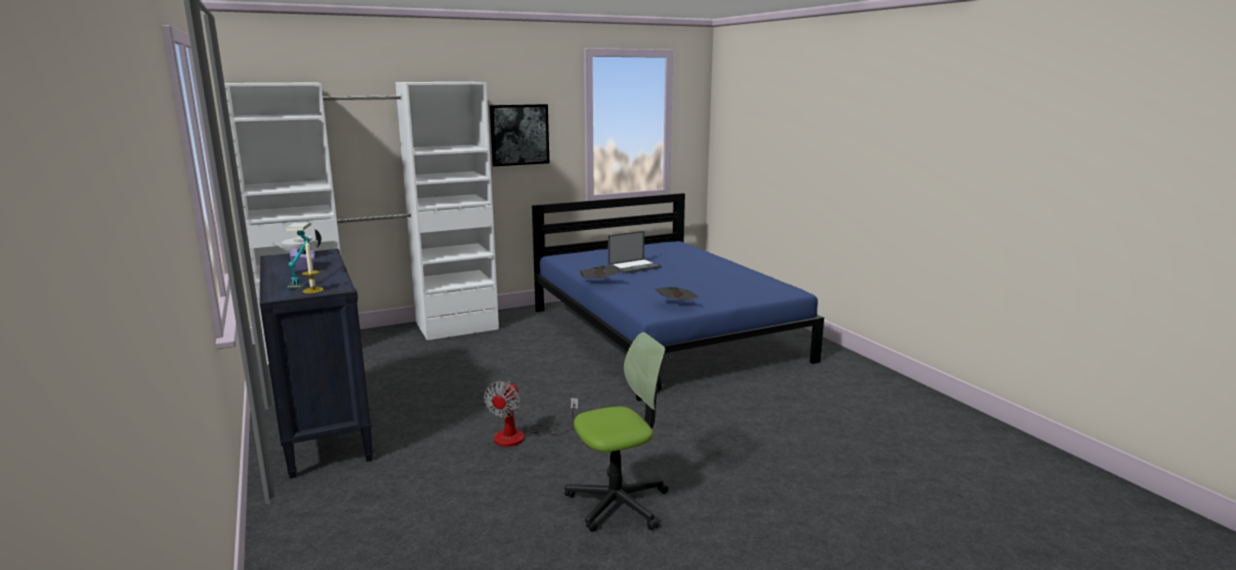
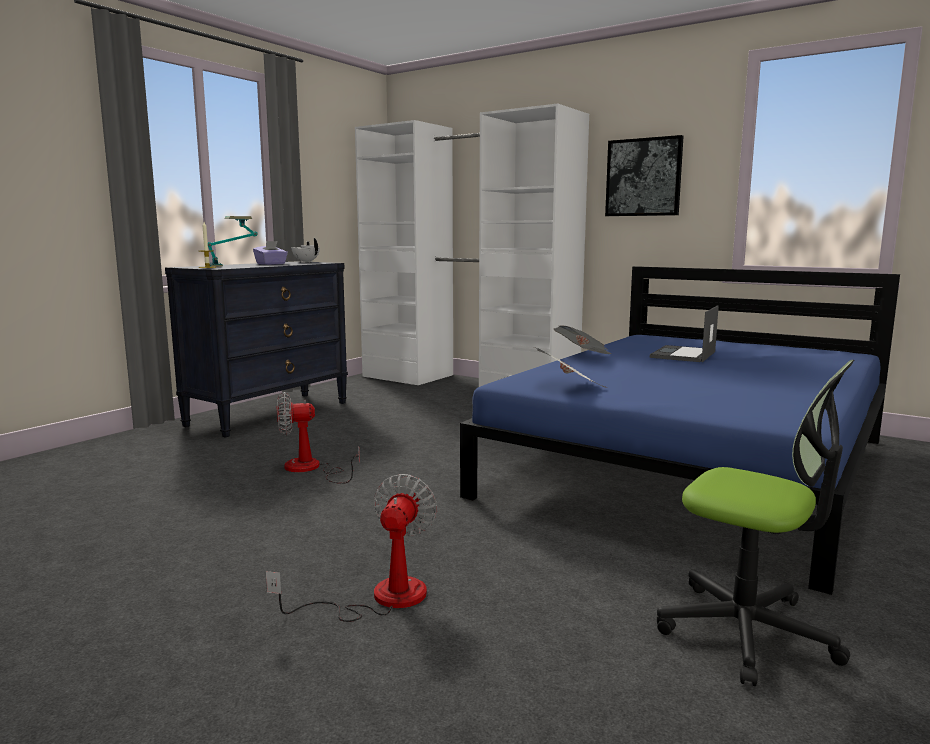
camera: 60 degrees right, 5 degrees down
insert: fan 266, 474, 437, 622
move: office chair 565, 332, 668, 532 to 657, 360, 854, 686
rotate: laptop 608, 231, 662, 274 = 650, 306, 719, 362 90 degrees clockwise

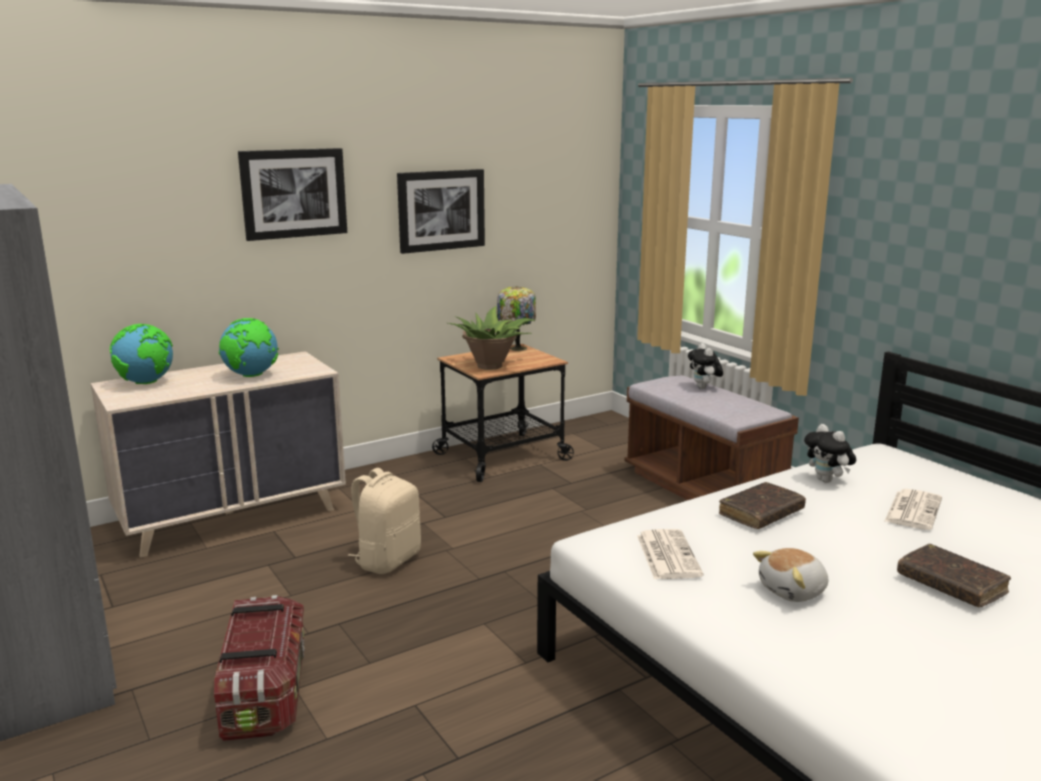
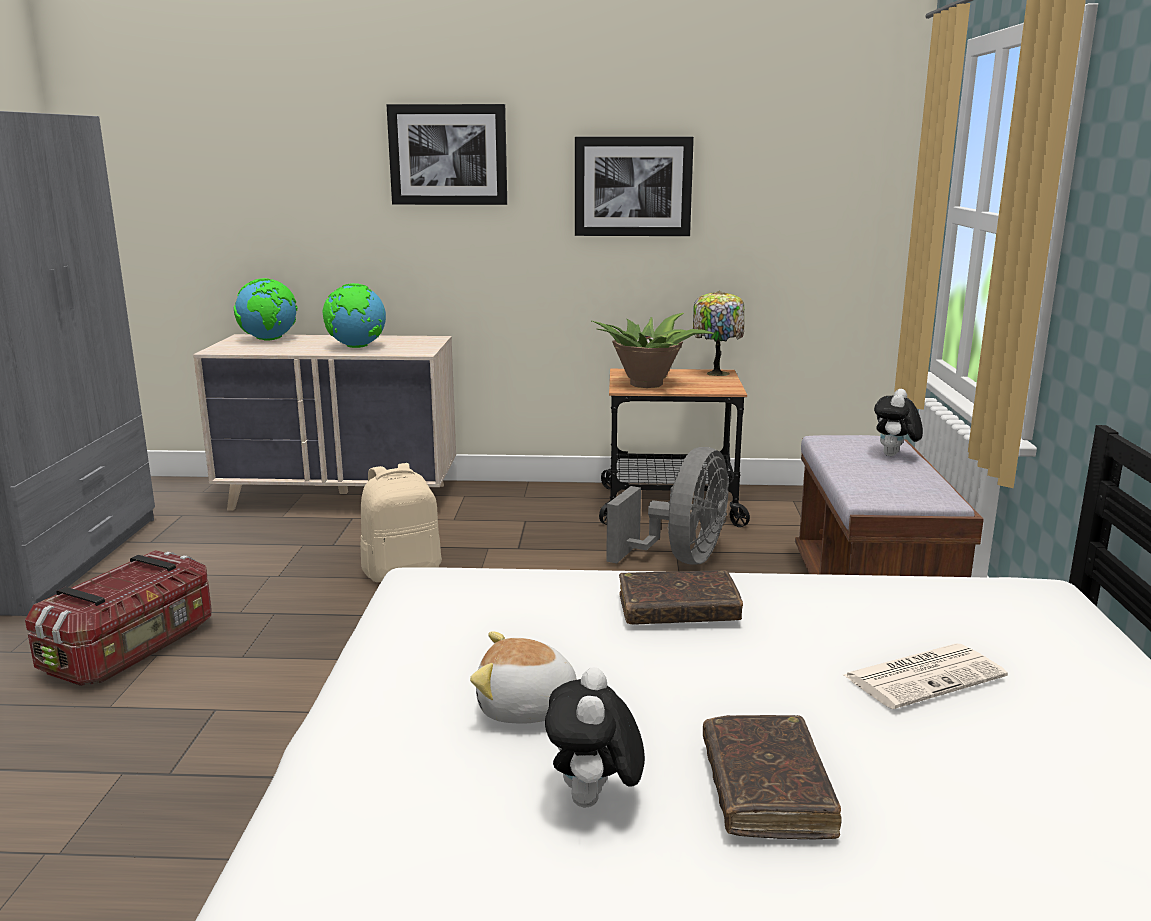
camera: 35 degrees right, 0 degrees up
delete: newspaper 637, 529, 704, 579
insert: grey fan 606, 447, 729, 565
move: plush toy 804, 424, 856, 483 to 545, 667, 645, 807

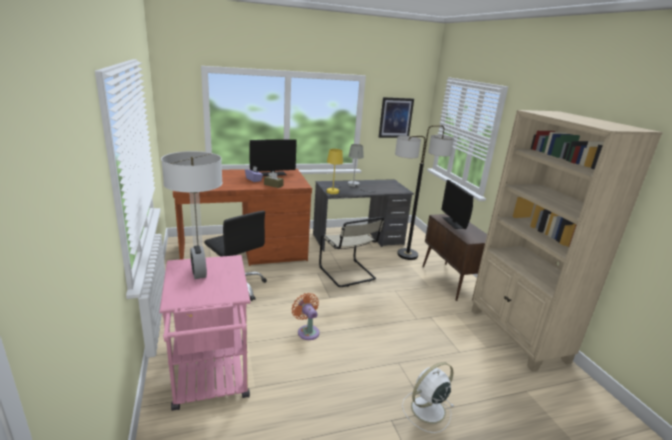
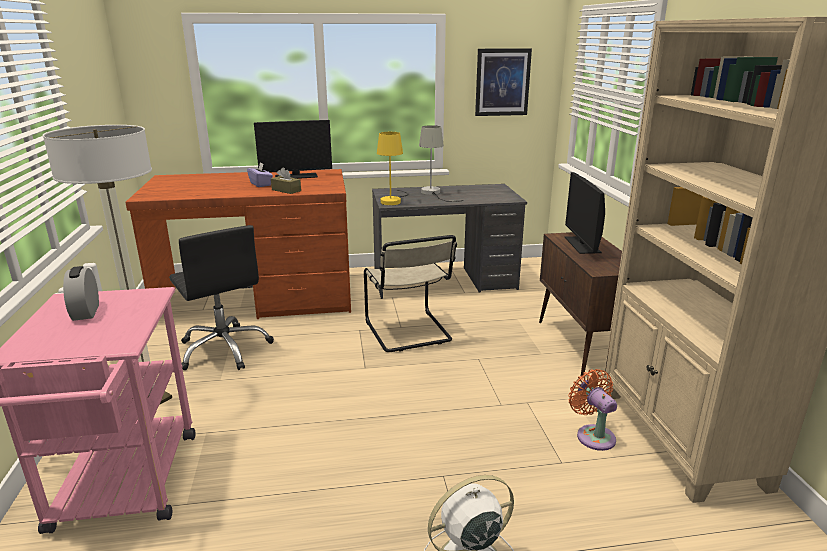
camera: 10 degrees right, 0 degrees up
delete: floor lamp 395, 125, 454, 260
move: orange fan 292, 293, 320, 340 to 568, 369, 617, 451

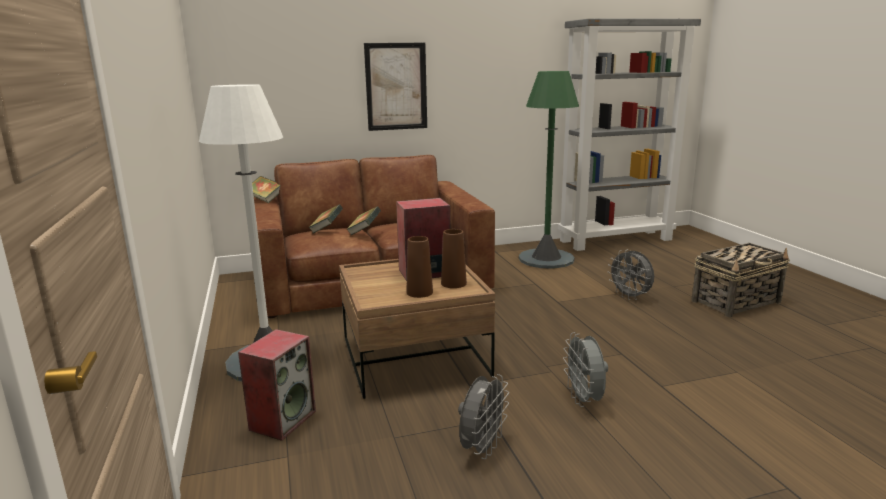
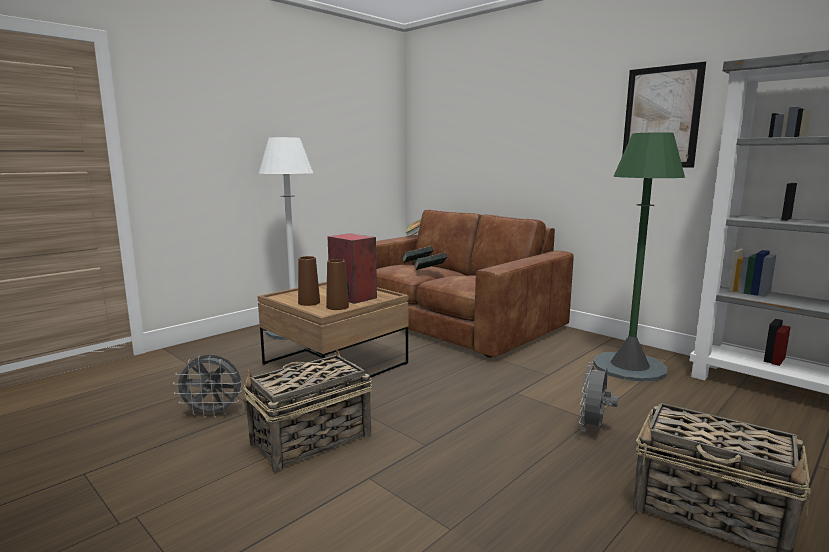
camera: 60 degrees right, 5 degrees down
delete: speaker 238, 329, 316, 441
move: picture 364, 43, 427, 131 to 622, 61, 706, 167
replace: grey fan 563, 332, 608, 407 to basket 243, 348, 372, 472

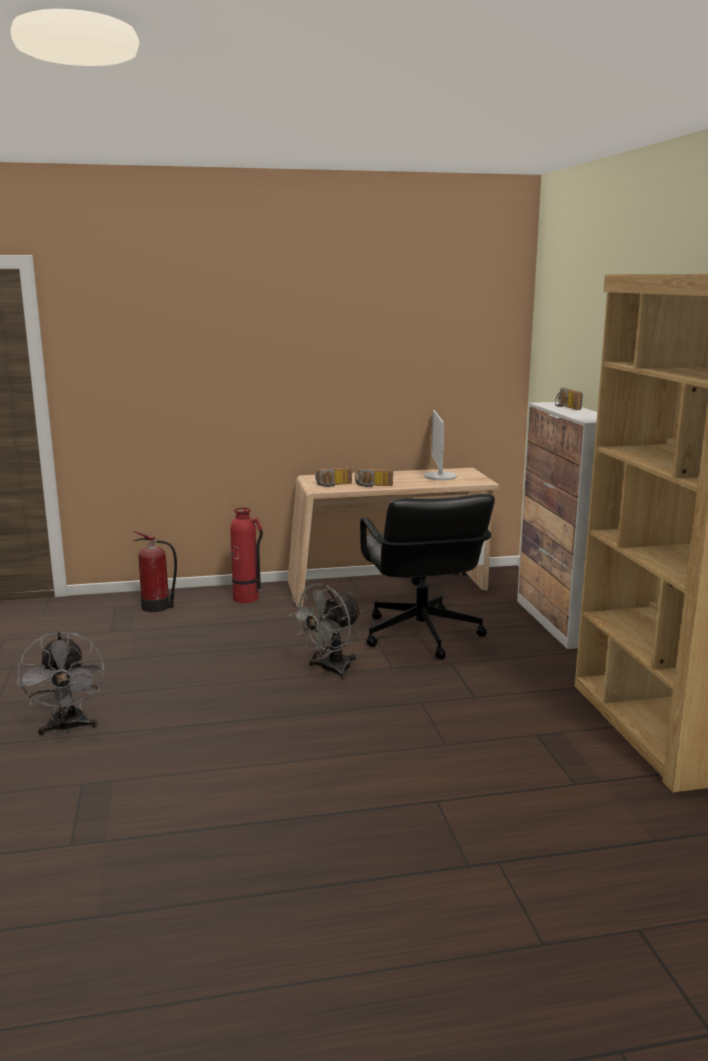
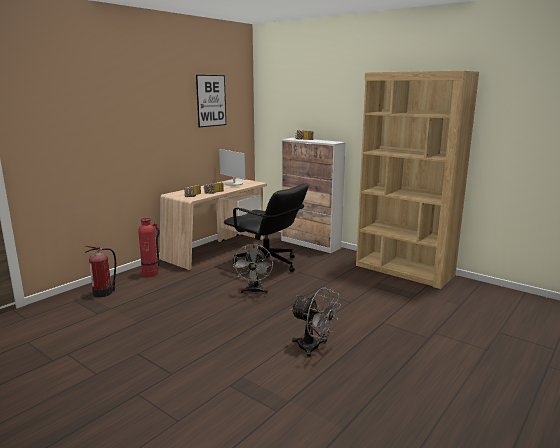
camera: 40 degrees left, 0 degrees up
insert: picture 196, 75, 226, 127
move: grey fan 17, 631, 104, 735 to 290, 287, 341, 357

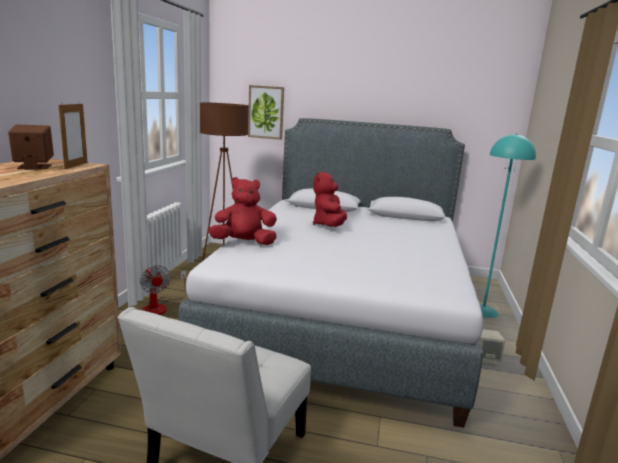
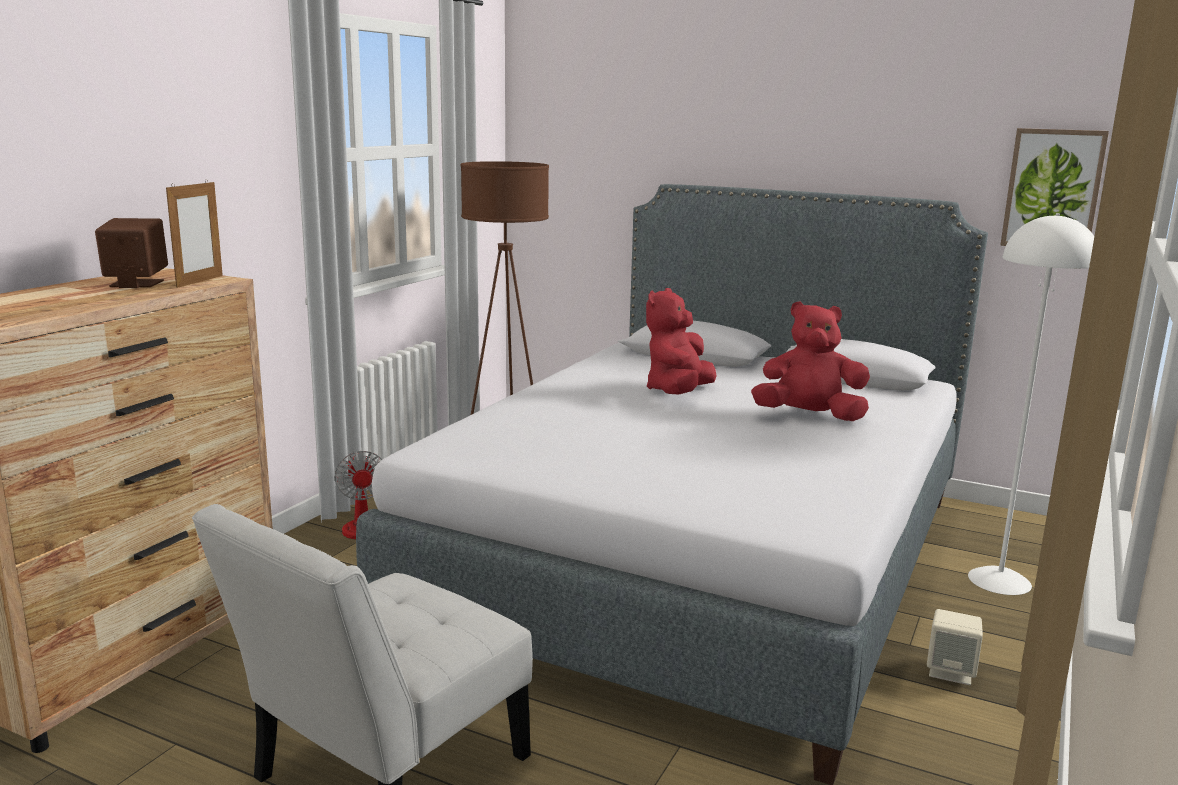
camera: 15 degrees right, 0 degrees up
move: red plush toy 208, 177, 277, 245 to 751, 301, 870, 421; picture 248, 85, 284, 140 to 1000, 128, 1109, 246
recolor: turquoise floor lamp 480, 134, 536, 318 to white floor lamp 968, 213, 1094, 595

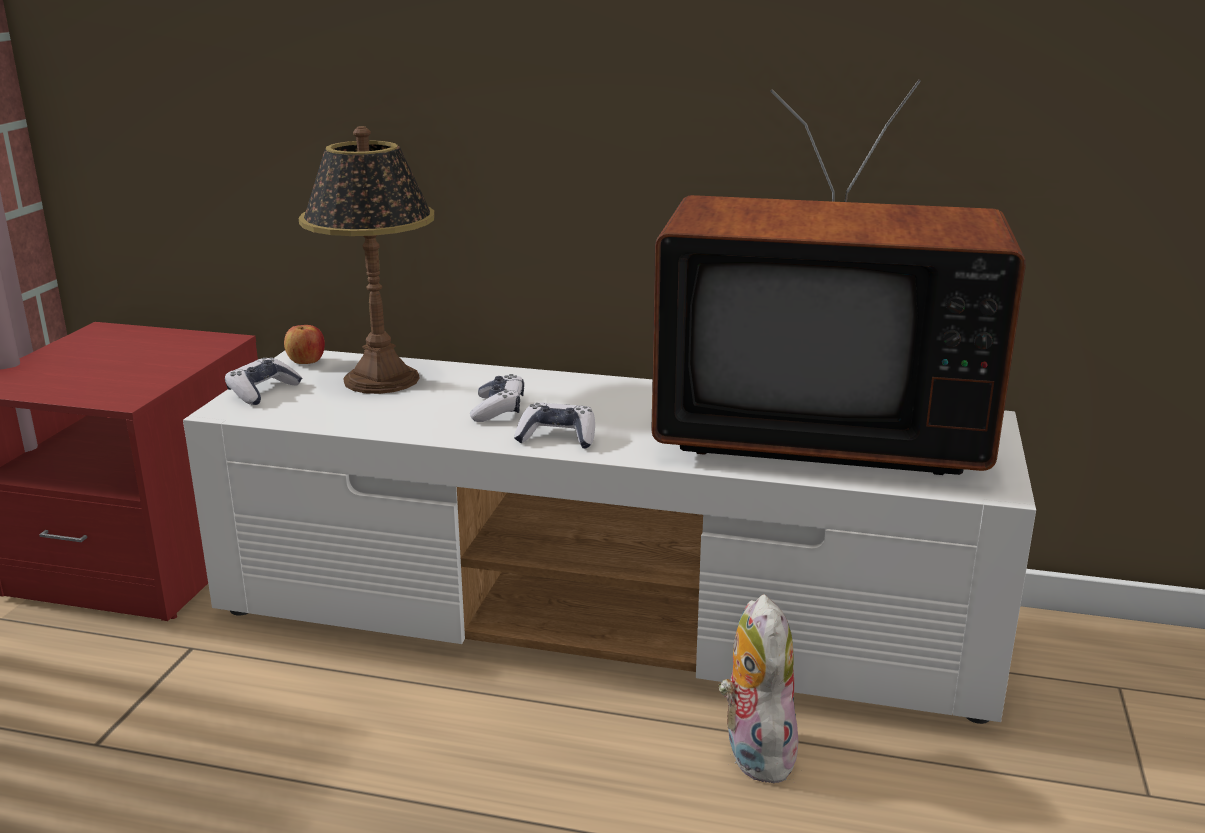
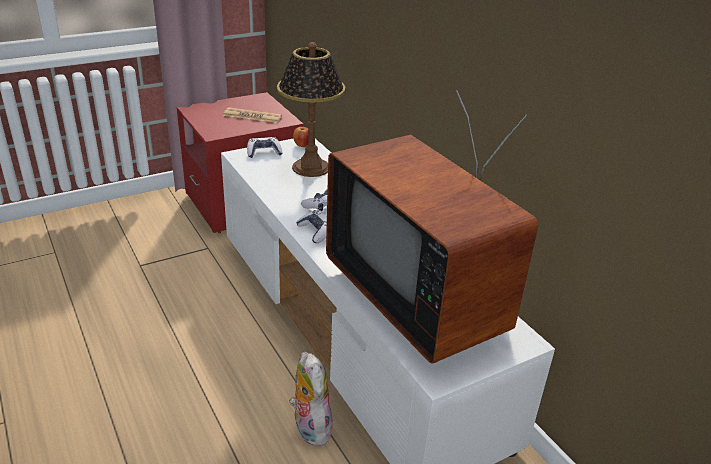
camera: 45 degrees right, 10 degrees up
insert: newspaper 223, 107, 282, 123
rotate: plush toy 719, 594, 799, 784 = 289, 352, 333, 446 60 degrees counterclockwise

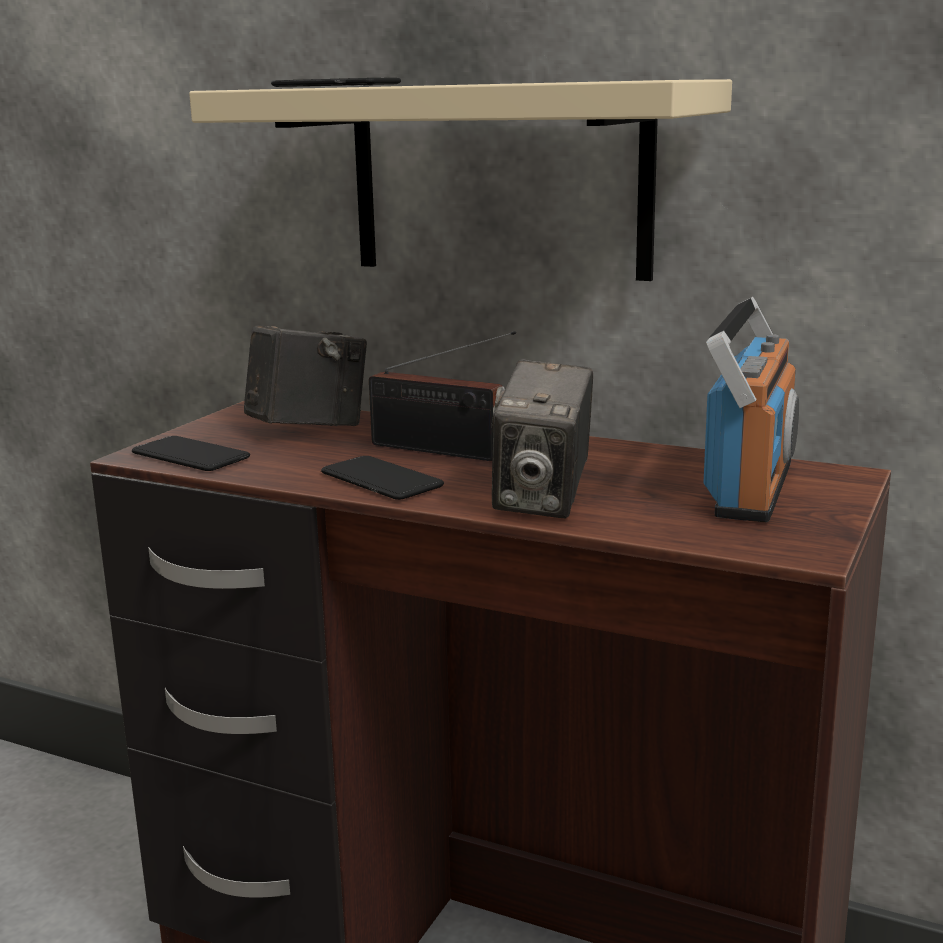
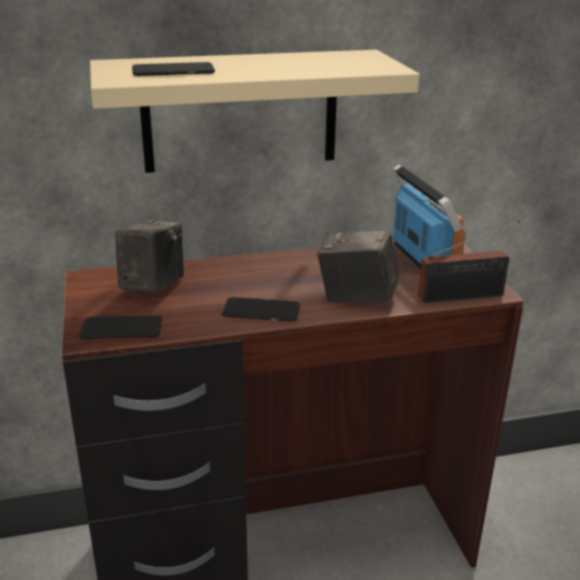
camera: 40 degrees left, 10 degrees up
move: radio 369, 331, 516, 461 to 418, 220, 520, 304
rotate: photo camera 492, 359, 593, 519 = 317, 230, 399, 303 135 degrees clockwise

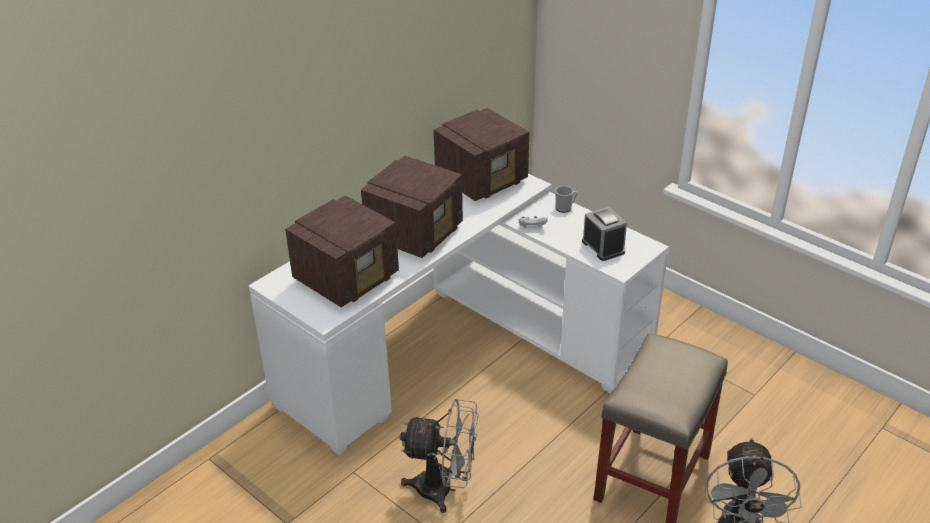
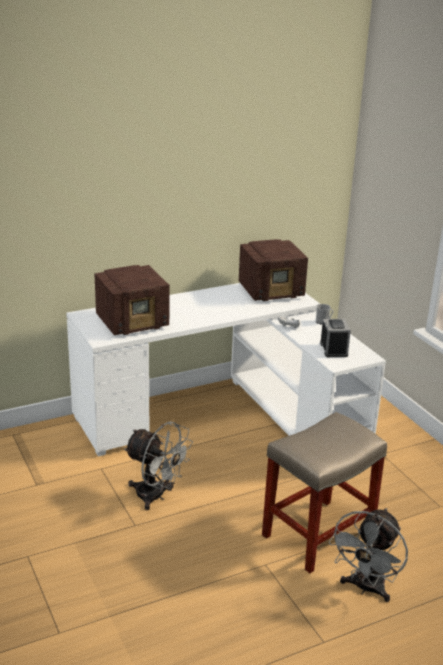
camera: 20 degrees right, 10 degrees down
delete: radio 361, 156, 463, 258

